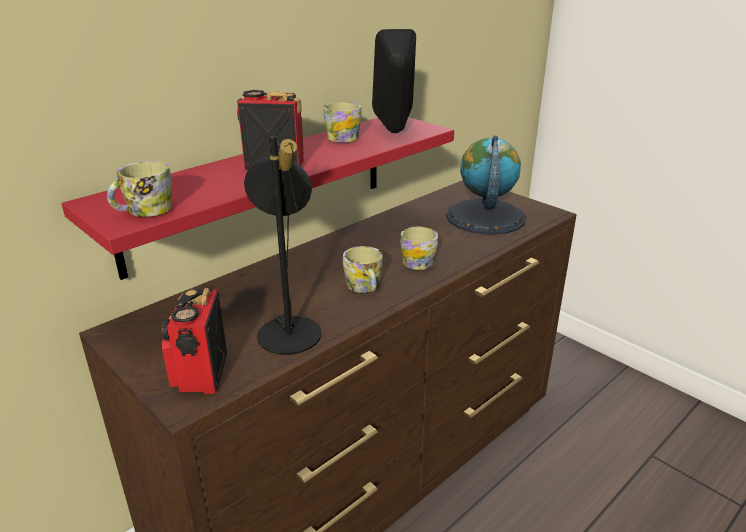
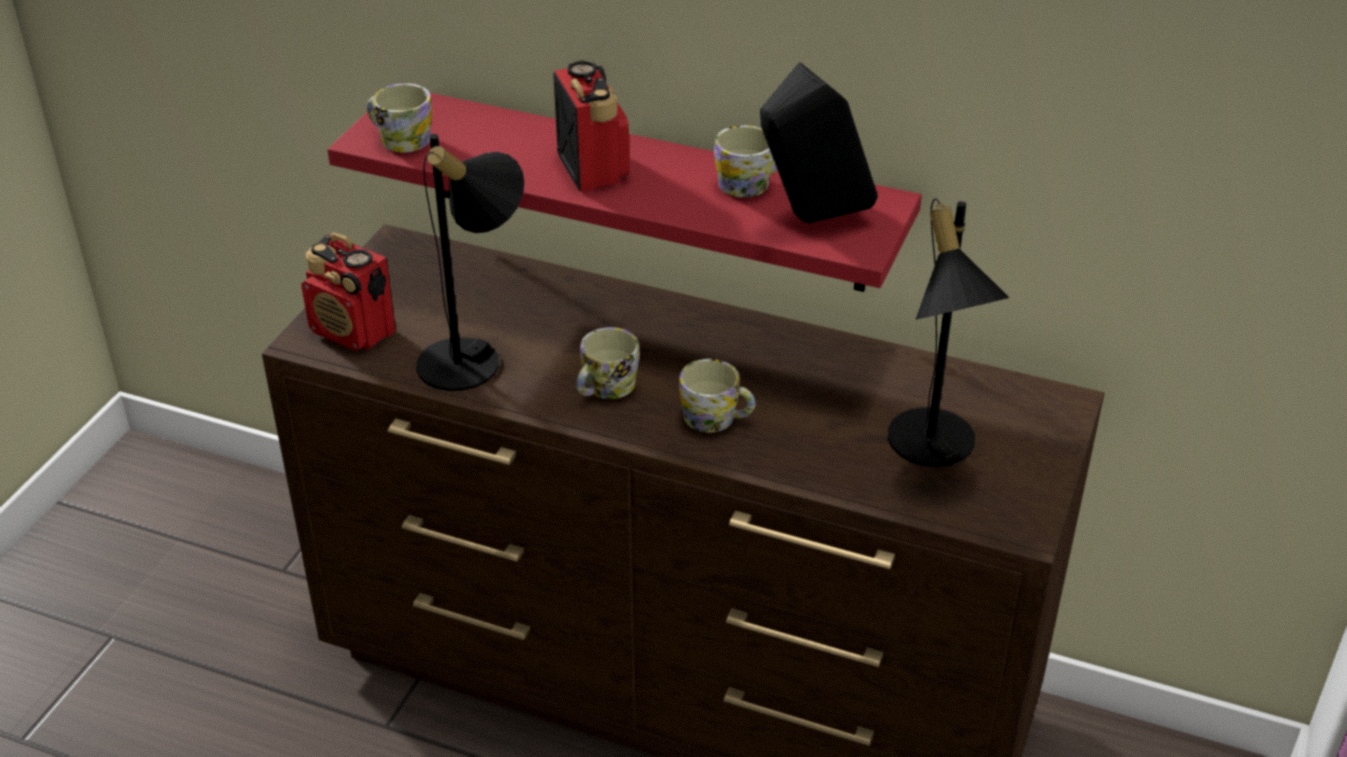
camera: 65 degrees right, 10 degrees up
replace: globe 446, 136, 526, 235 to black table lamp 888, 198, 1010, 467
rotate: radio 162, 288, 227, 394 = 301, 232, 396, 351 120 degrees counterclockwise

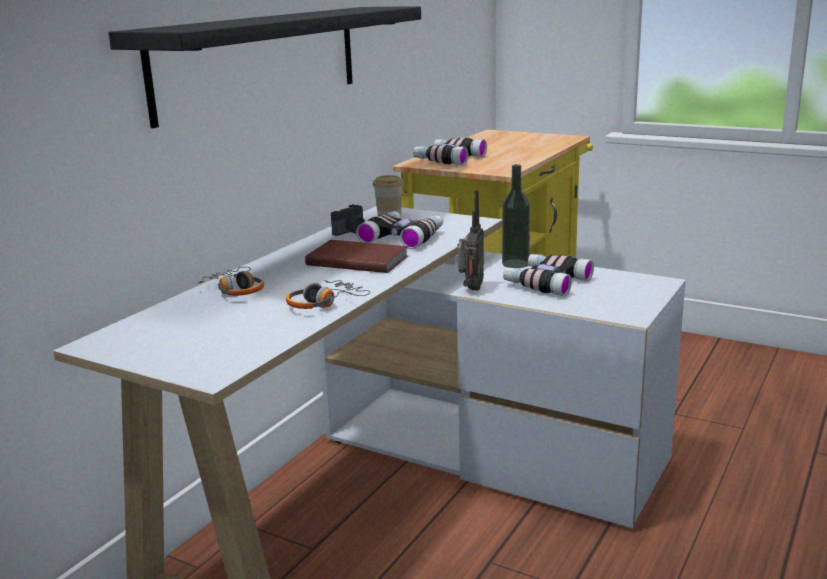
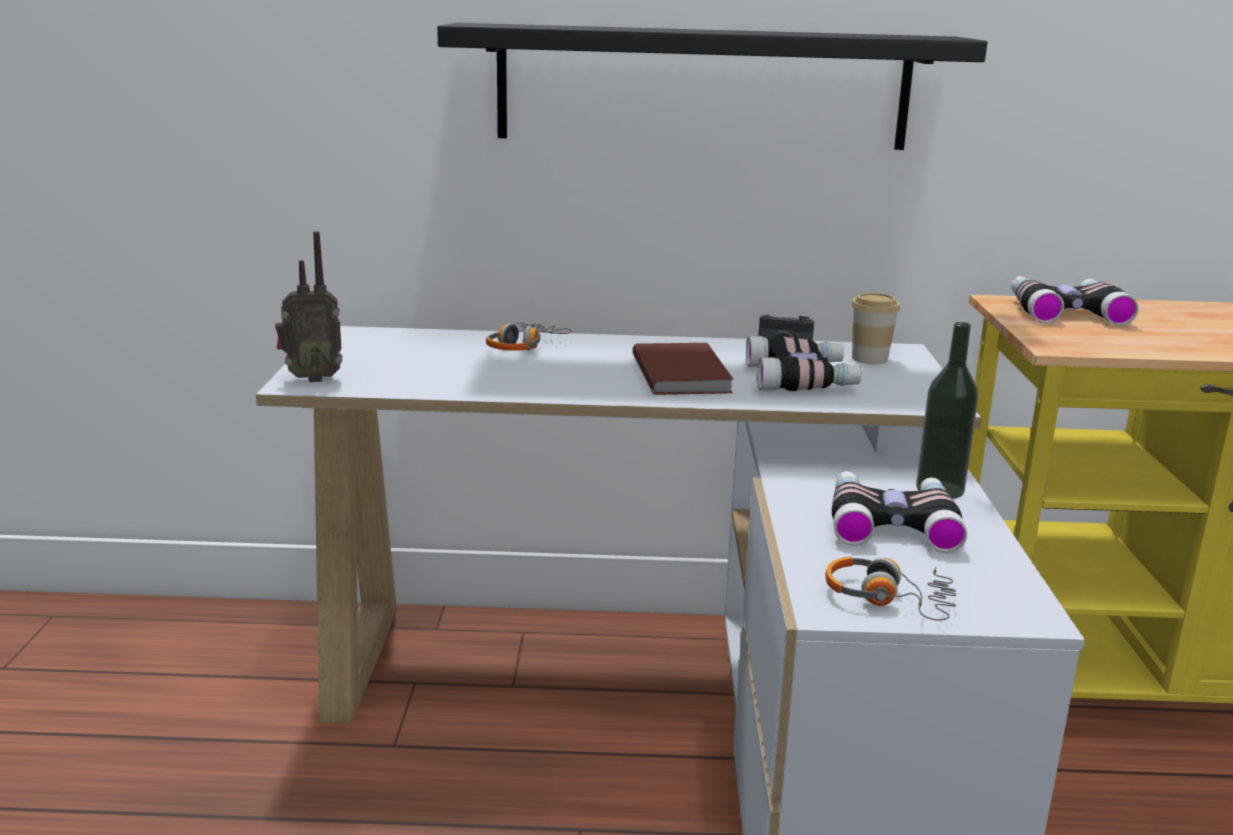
camera: 60 degrees right, 0 degrees up
move: headphones 286, 280, 370, 309 to 825, 557, 956, 621; radio 458, 190, 484, 291 to 275, 231, 342, 382

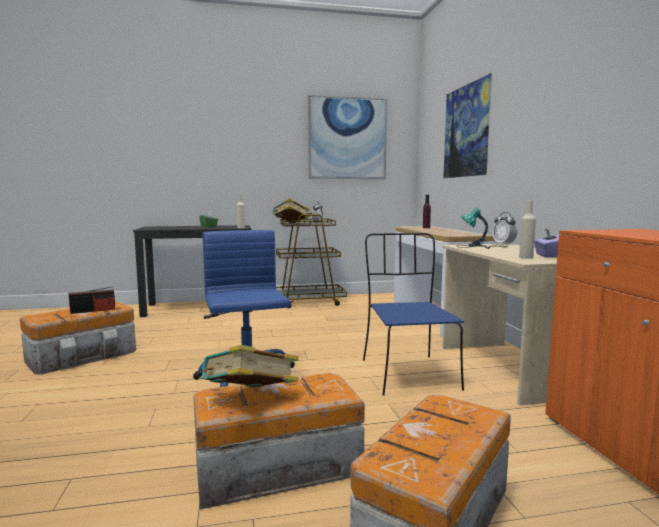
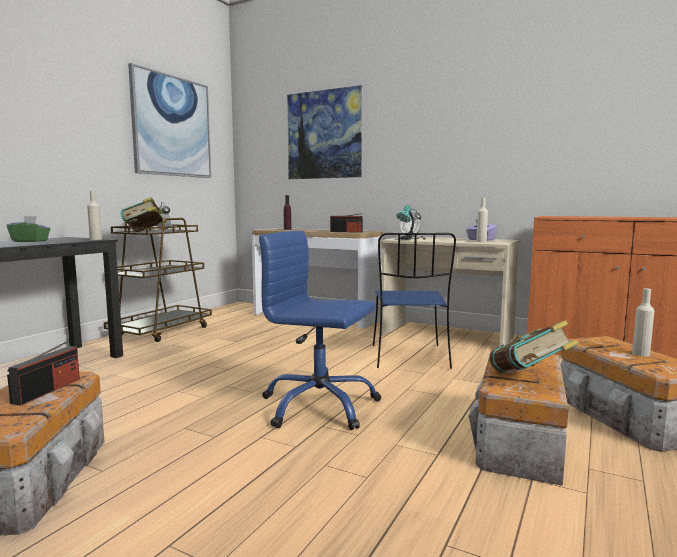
camera: 50 degrees left, 0 degrees up
insert: radio 330, 213, 363, 233; beige bottle 632, 288, 654, 357
rotate: blue chair 363, 233, 464, 396 = 373, 233, 456, 369 120 degrees counterclockwise

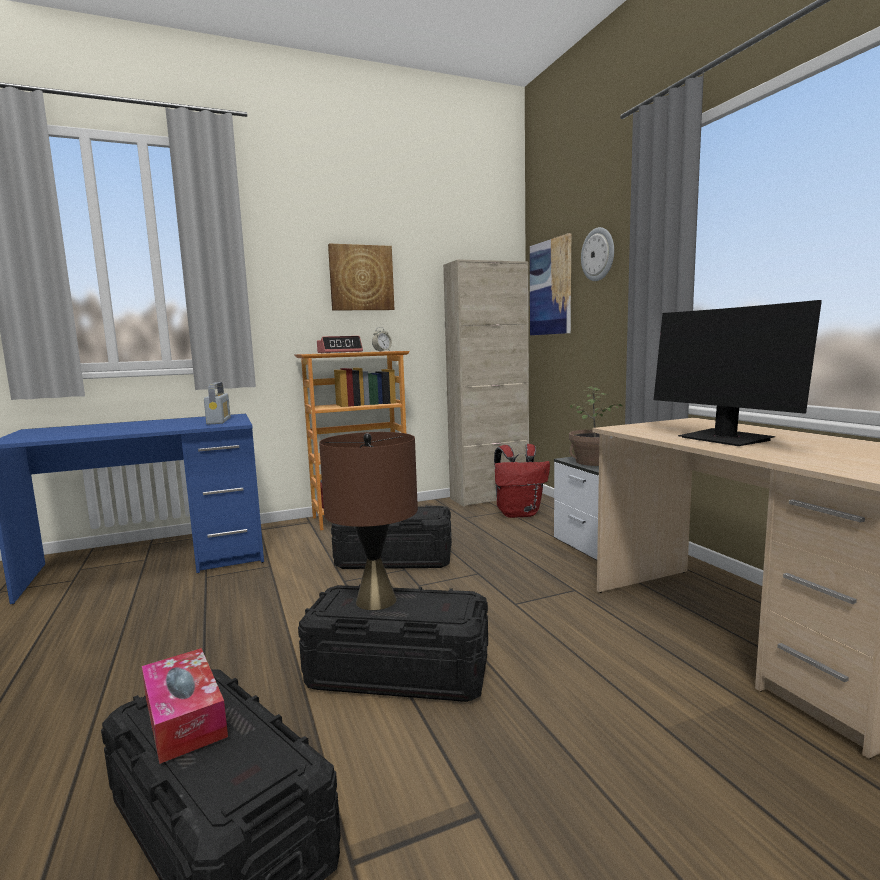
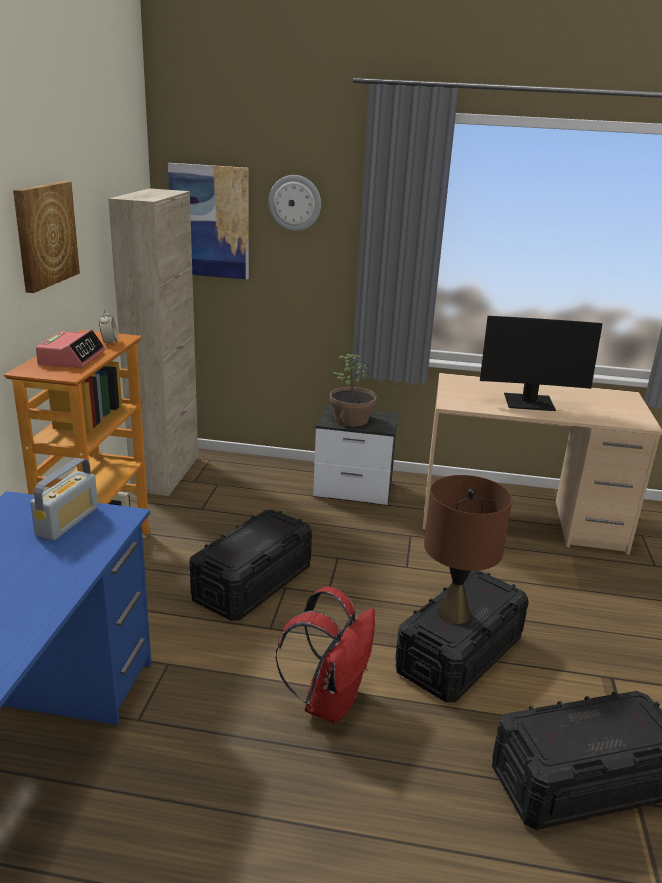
camera: 60 degrees left, 15 degrees up
delete: tissue box 142, 648, 228, 764
move: red backpack 494, 444, 550, 518 to 275, 586, 375, 723
rotate: radio 204, 382, 231, 425 = 30, 458, 98, 540 90 degrees clockwise

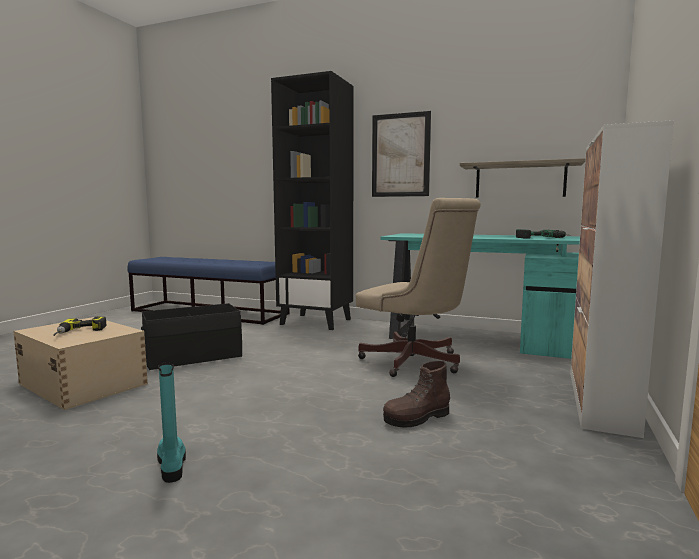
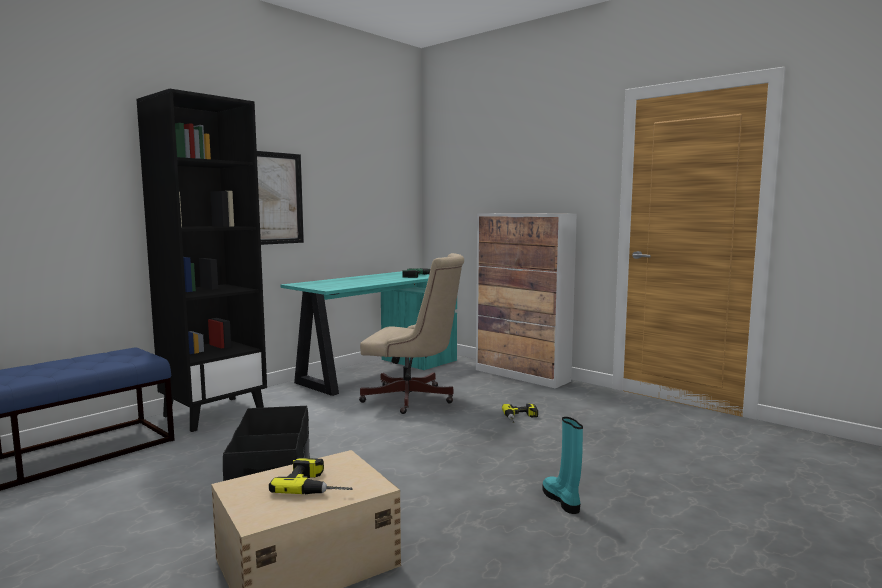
camera: 70 degrees left, 0 degrees up
delete: shelf 460, 158, 585, 198
replace: brown boot 383, 361, 450, 428 to power drill 502, 403, 538, 423
rotate: turquoise boot 157, 362, 186, 483 = 543, 417, 583, 514 75 degrees clockwise; beige office chair 356, 198, 481, 377 = 359, 253, 464, 414 45 degrees clockwise

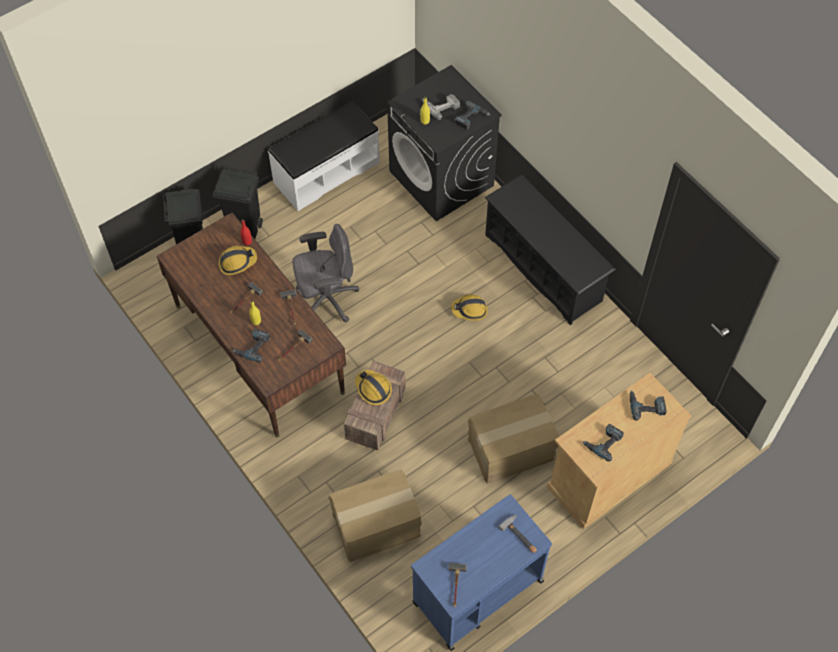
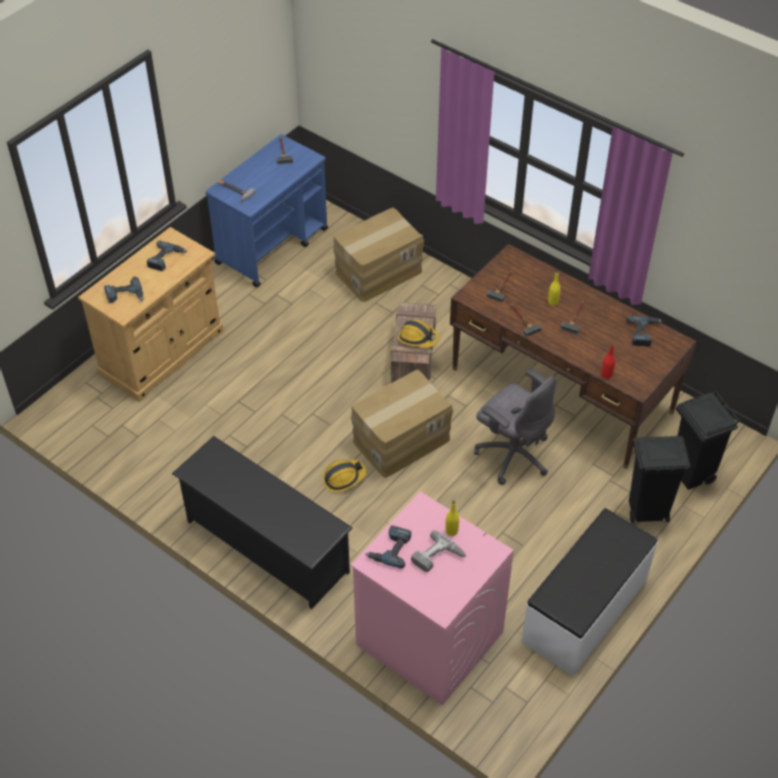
camera: 165 degrees right, 10 degrees down
delete: hard hat 219, 246, 257, 275
move: power drill 232, 328, 270, 363 to 627, 316, 662, 347; cardboard box 468, 394, 559, 484 to 351, 370, 453, 478
recolor: black washing machine 387, 65, 502, 221 to pink washing machine 350, 491, 514, 706
rotate: grey office chair 292, 224, 359, 323 = 474, 368, 556, 485 105 degrees counterclockwise

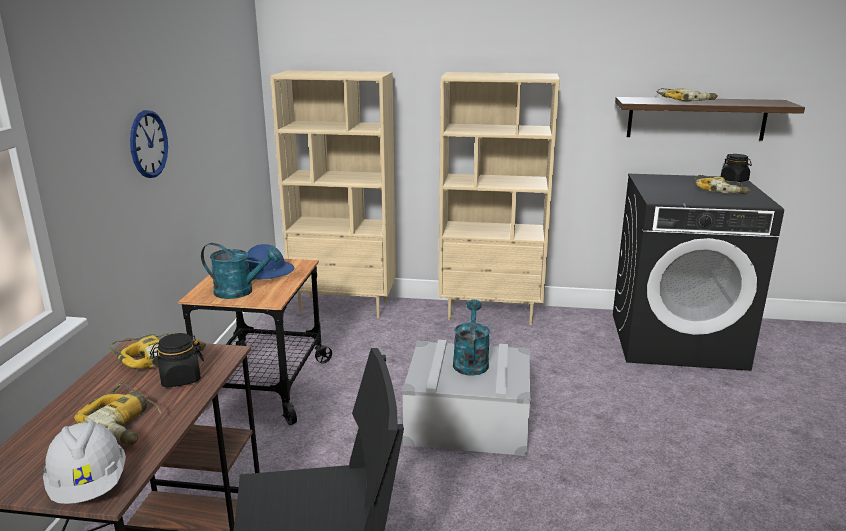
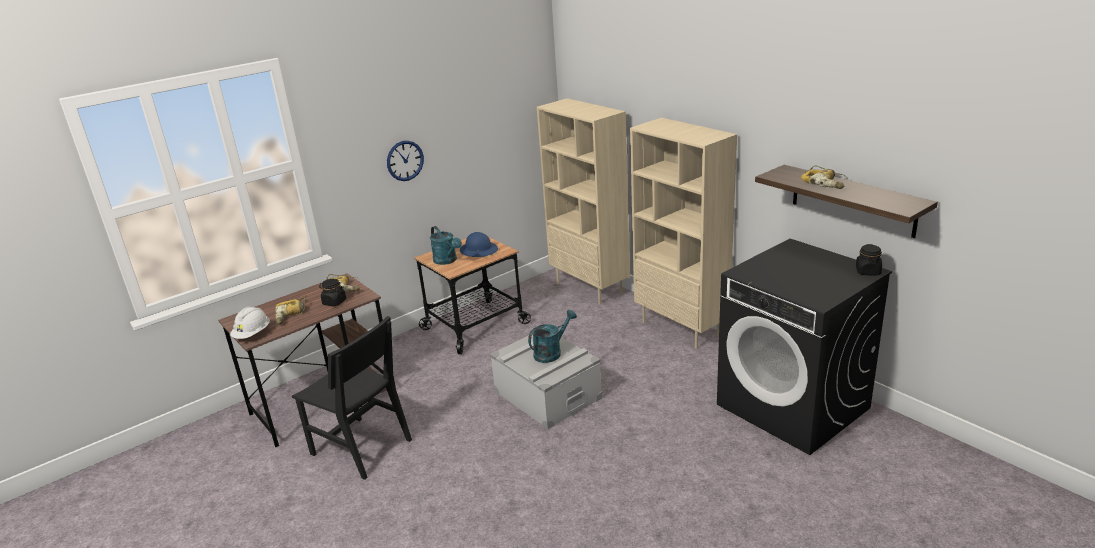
camera: 45 degrees right, 5 degrees up
delete: power drill 695, 175, 750, 194

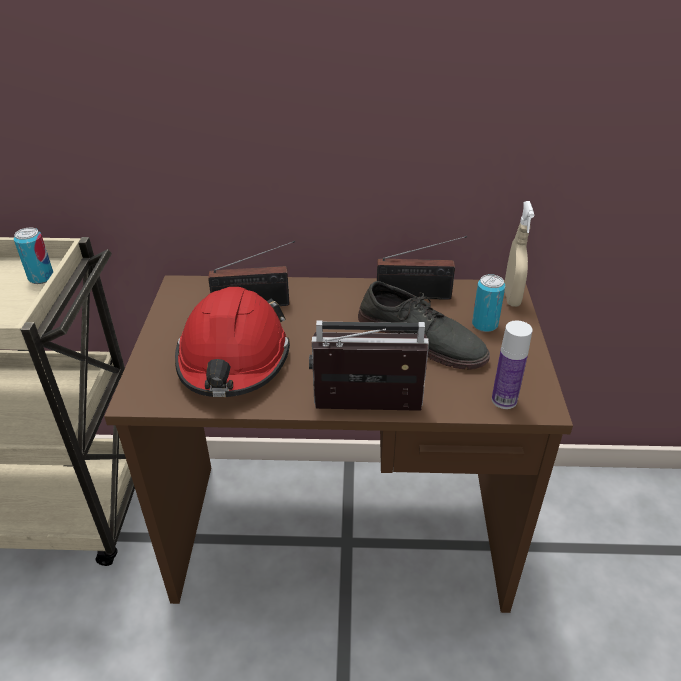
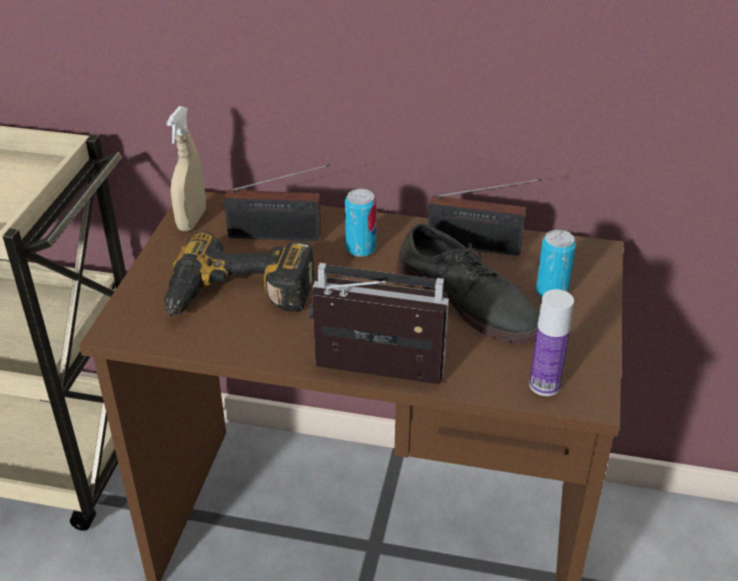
camera: 10 degrees right, 0 degrees up
move: can 14, 227, 53, 284 to 345, 189, 377, 257; beige spray bottle 504, 201, 534, 307 to 166, 106, 206, 231
replace: red hard hat 175, 287, 290, 397 to power drill 164, 231, 315, 317

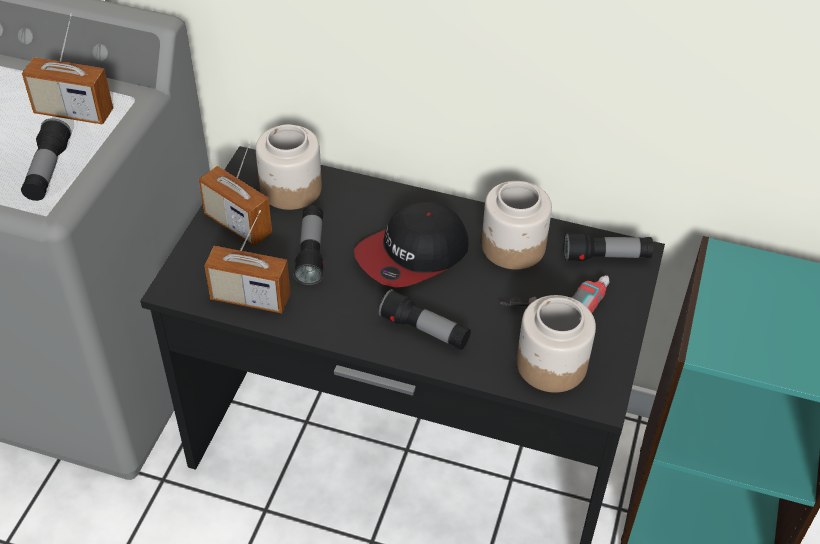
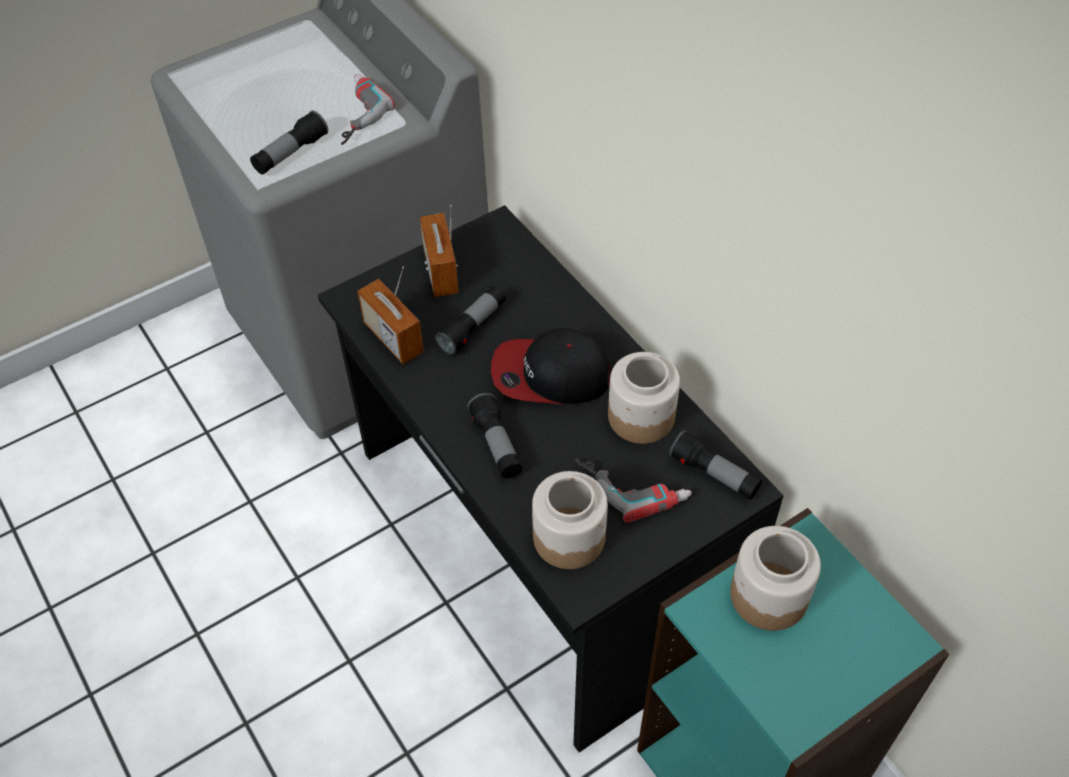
camera: 40 degrees right, 5 degrees up
move: jar 256, 125, 322, 210 to 730, 526, 821, 631
replace: radio 22, 13, 113, 124 to power drill 341, 74, 395, 145

